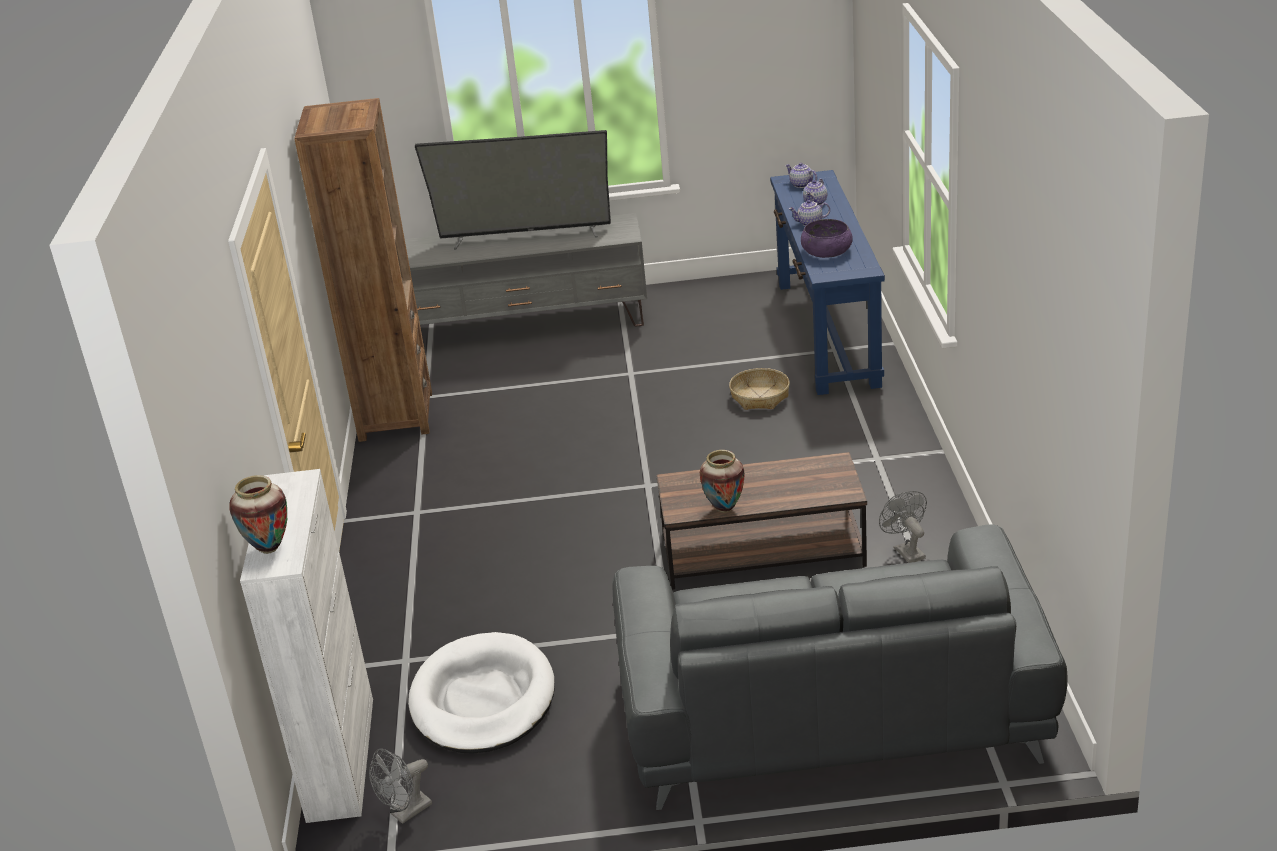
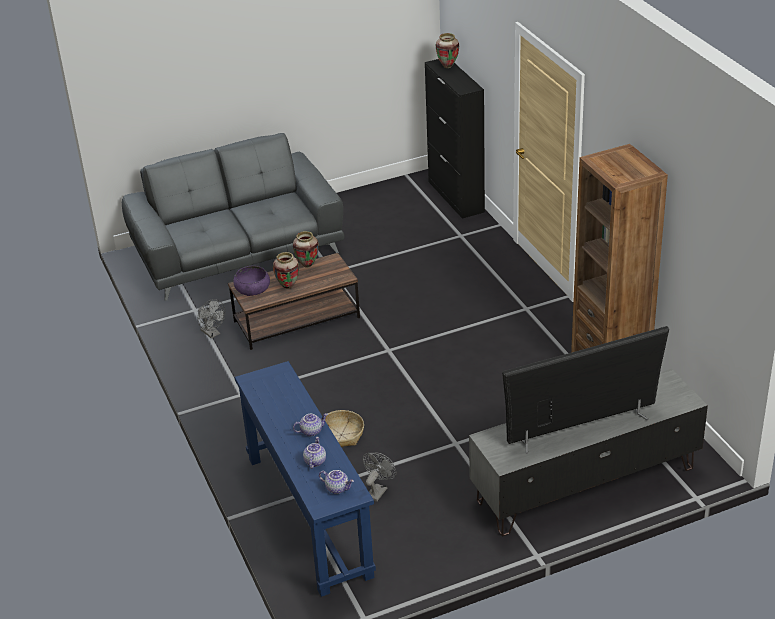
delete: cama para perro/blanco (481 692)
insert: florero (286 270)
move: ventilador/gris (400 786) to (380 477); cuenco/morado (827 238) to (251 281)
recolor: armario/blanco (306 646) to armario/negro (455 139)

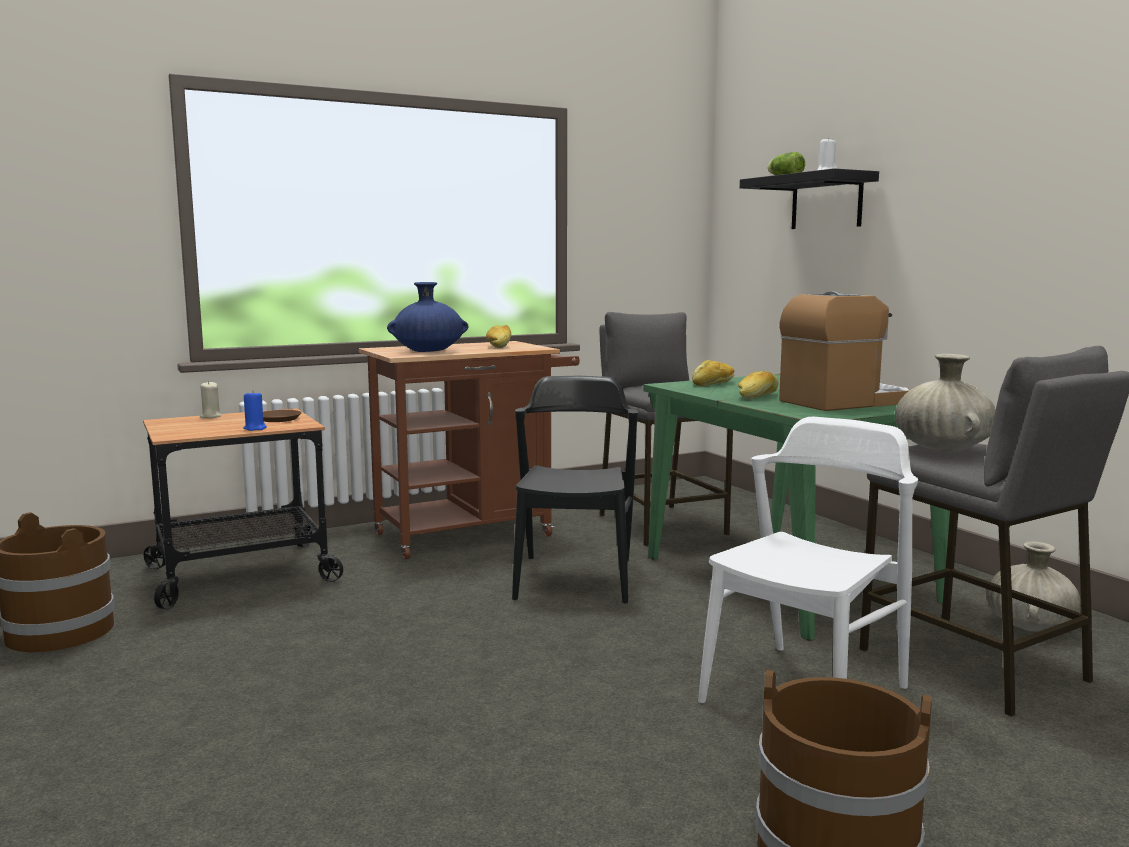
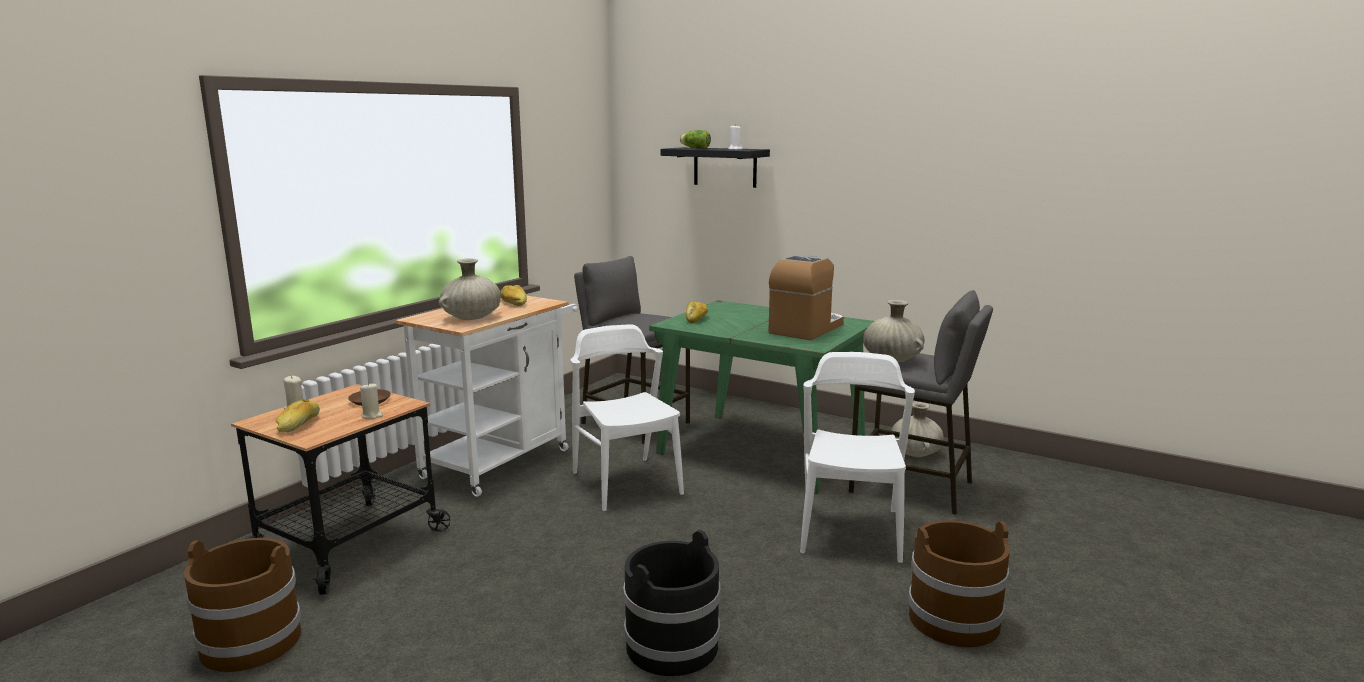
insert: cubo/negro (671 603)
move: pan (758 385) to (298 415)
recolor: vela/azul (255 410) to vela/beis (371 400); carrito/marrón (469 450) to carrito/blanco (487 396); florero/azul (427 317) to florero/beis (469 289); silla/negro (575 489) to silla/blanco (627 417)

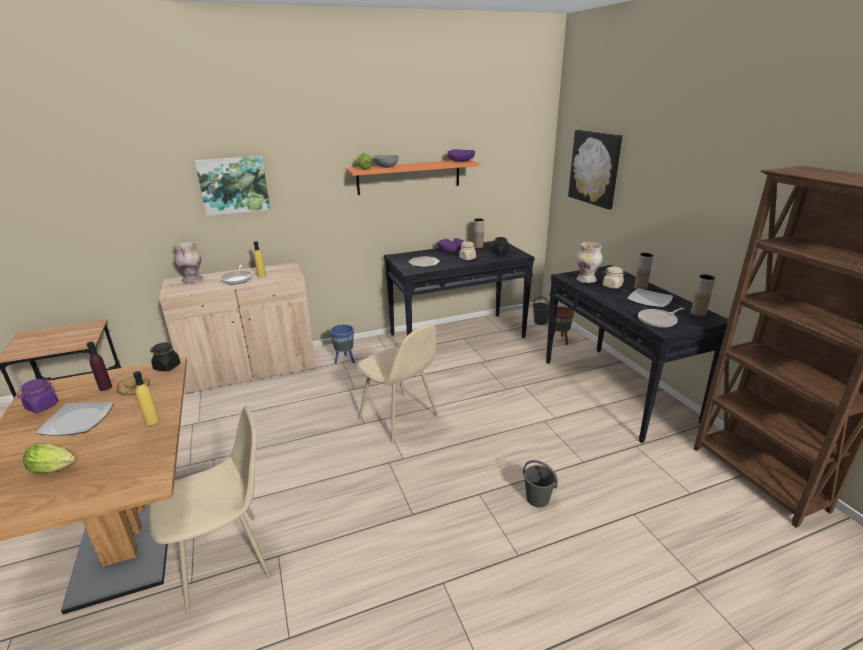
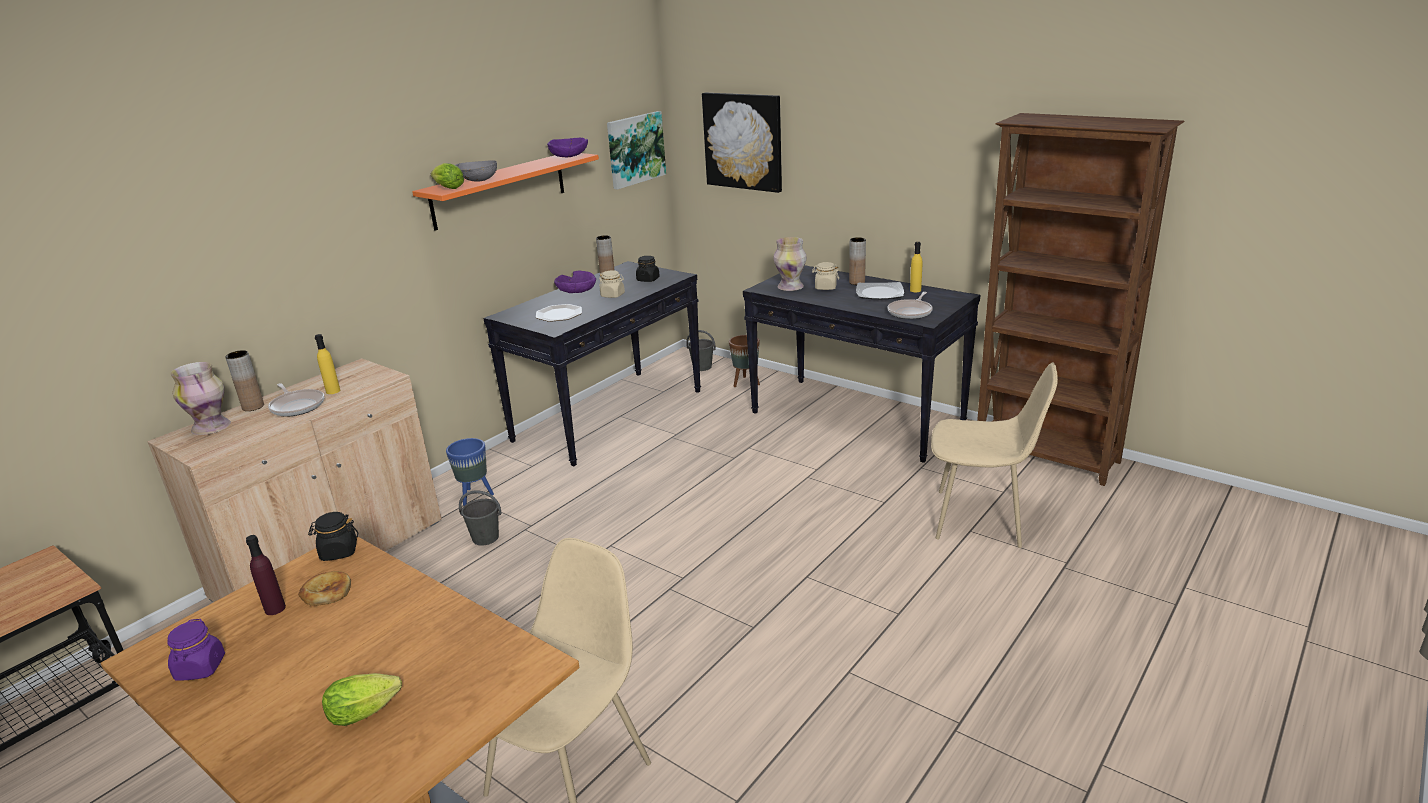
delete: plato (75 419)
move: botella/amarillo (146 398) to (916 267); cuadro (232 186) to (636 150); silla/beis (397 383) to (994 455); cubo/gris (540 484) to (480 518); florero/marrón (703 295) to (244 380)

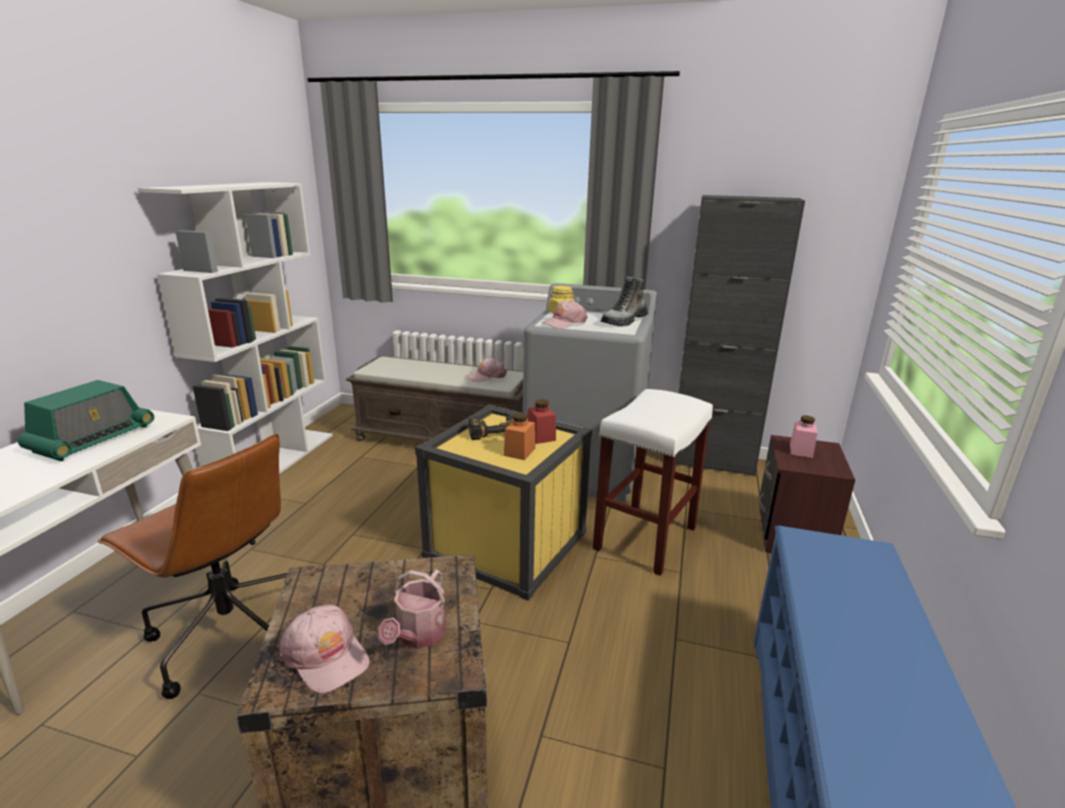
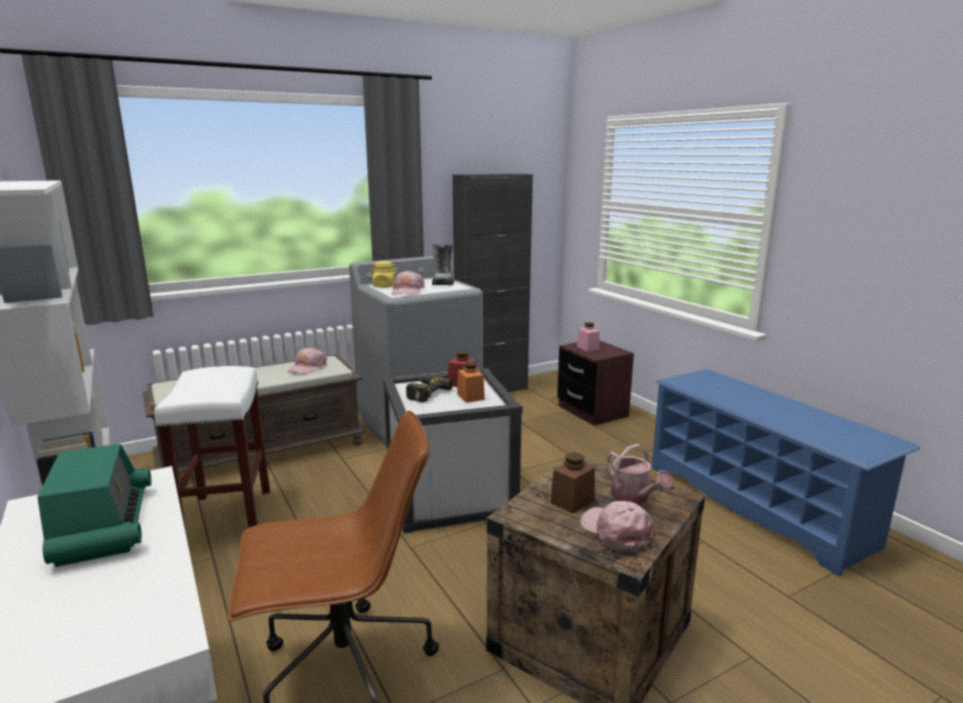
insert: tarro/marrón (573 483)
move: taburete/blanco (653 482) to (212 449)
recolor: caja de almacenaje/amarillo (503 502) to caja de almacenaje/blanco (452 450)
rotate: gorra/rosa (325 649) = (617 526) 120 degrees counterclockwise

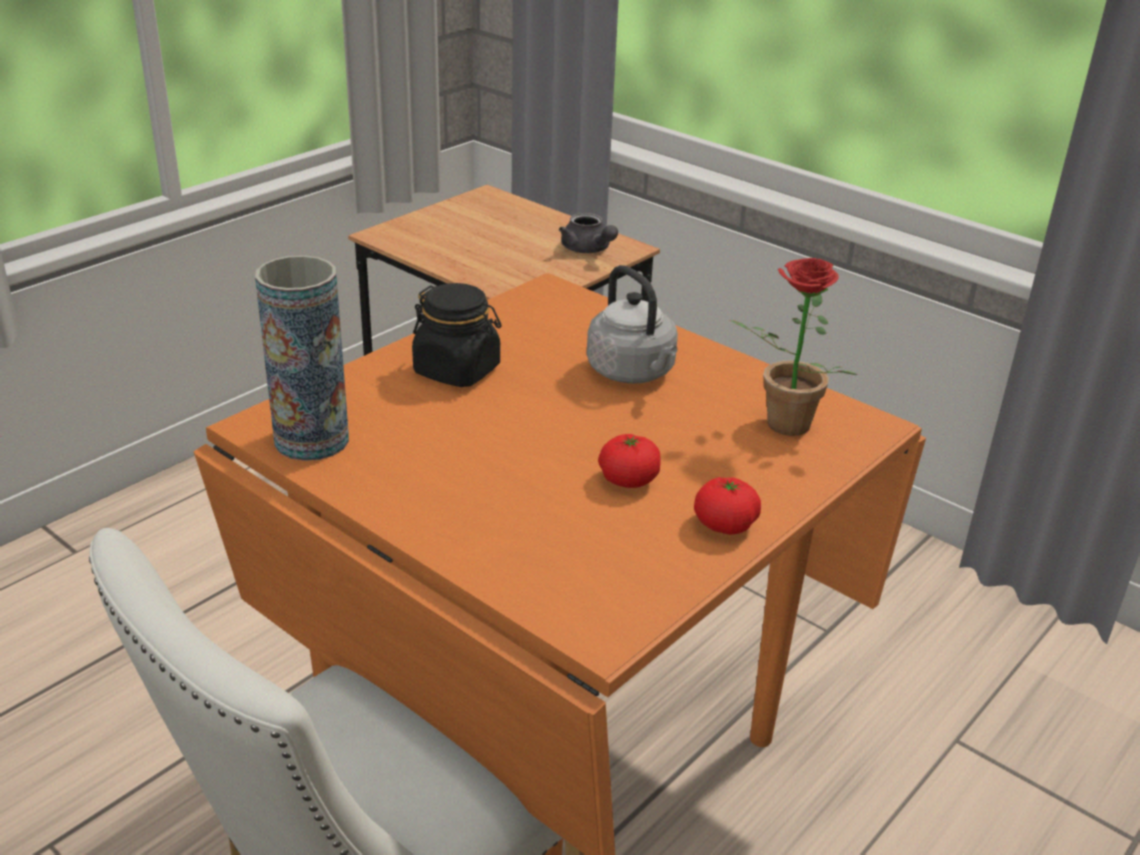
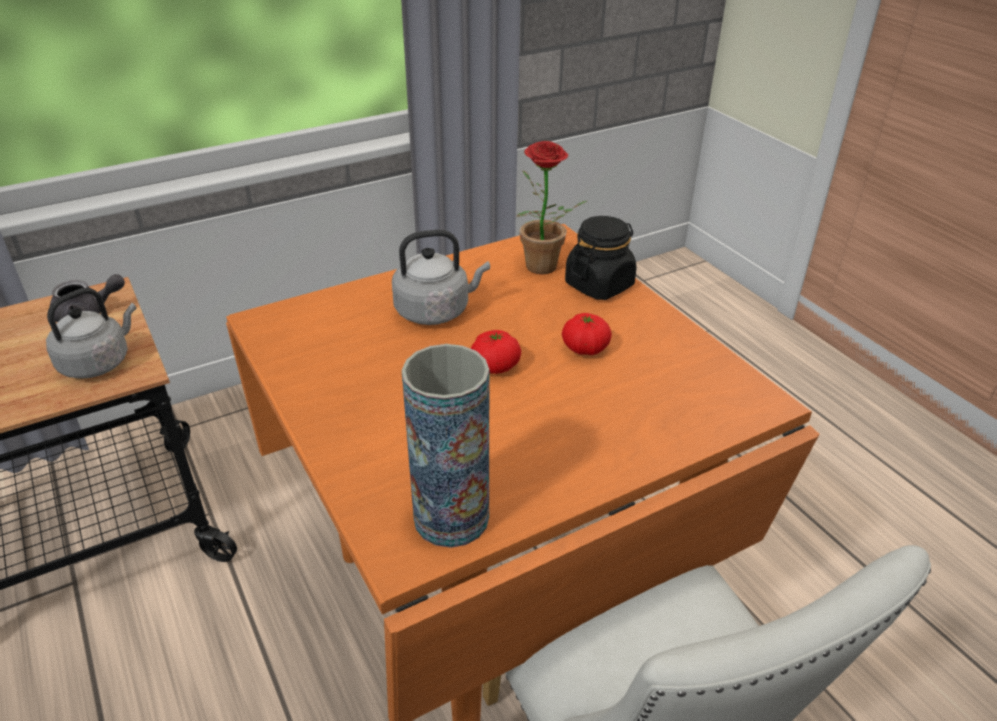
insert: hervidor/gris (91 333)
move: tarro/negro (457 335) to (601 258); tomate (727 506) to (496 352)

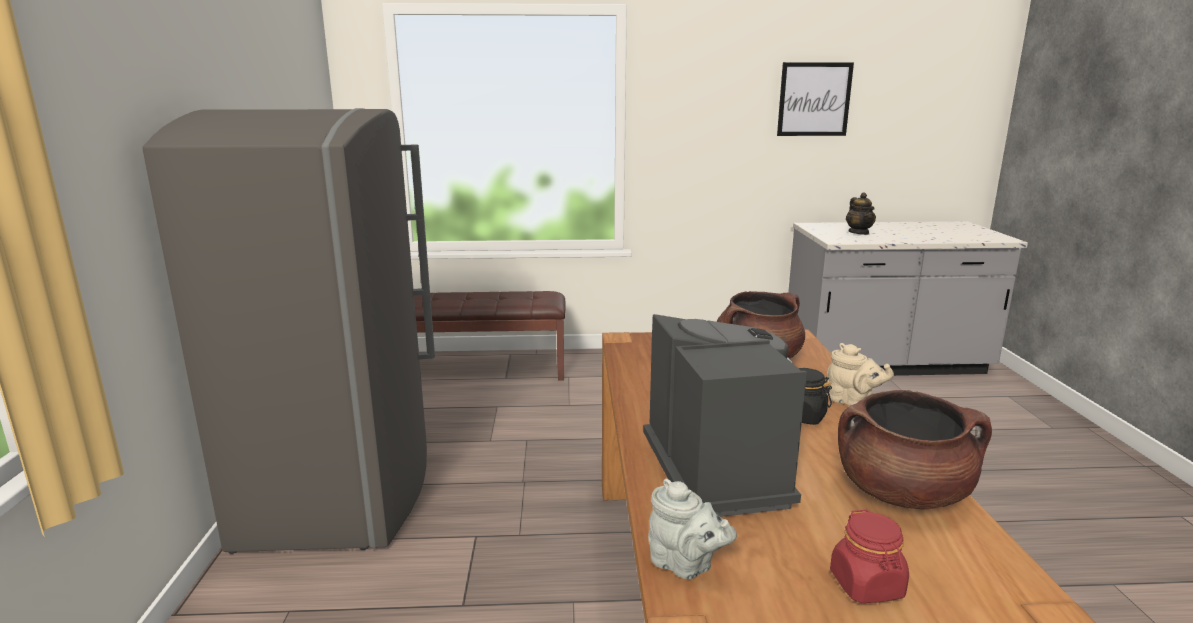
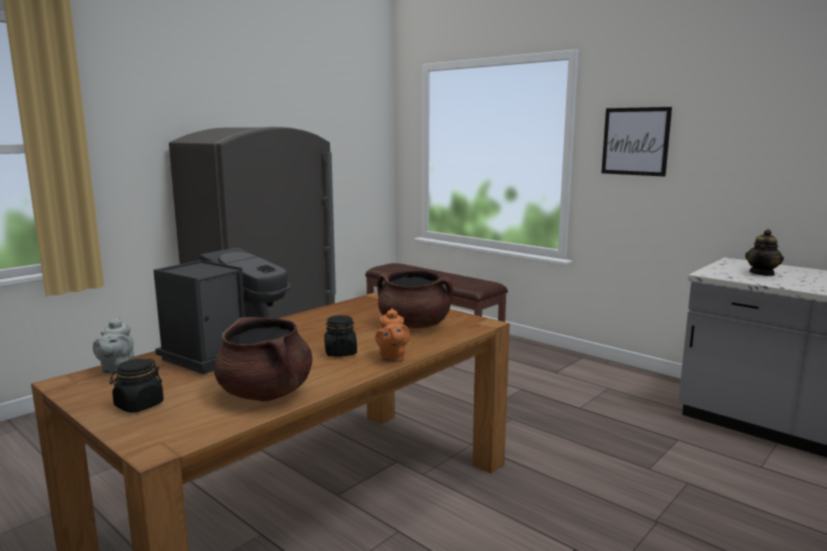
move: cuadro (815 99) to (636 142)
recolor: tetera/beis (860 374) to tetera/naranja (392 335); tarro/rojo (869 556) to tarro/negro (136 385)

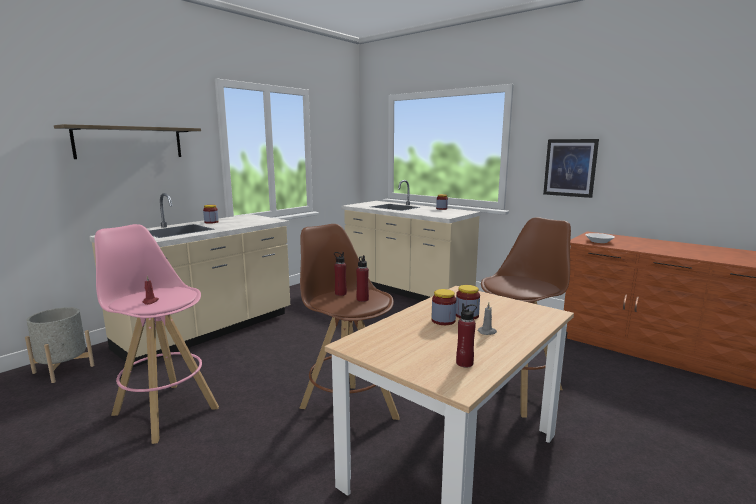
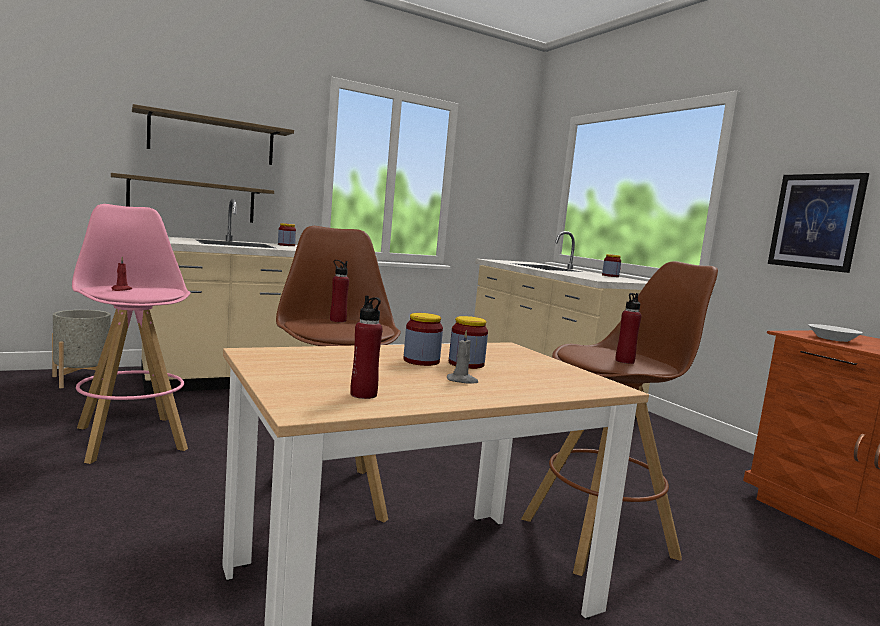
insert: estante (192 198)
move: botella/rojo (362 278) to (628 328)

